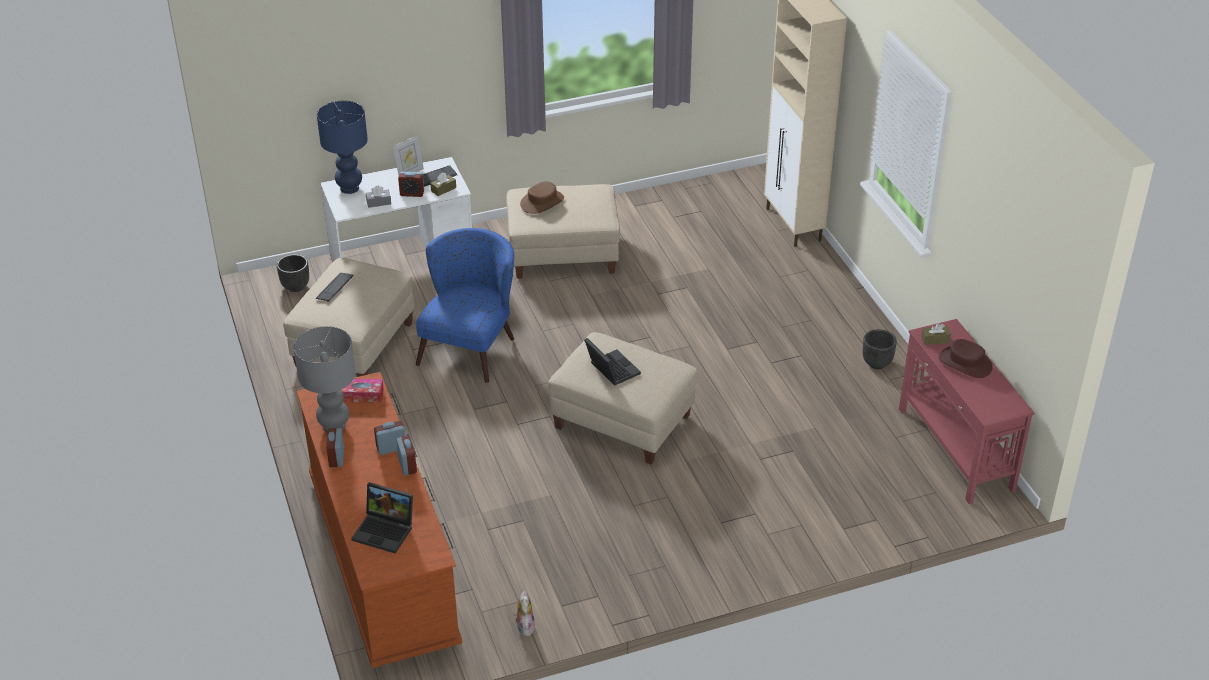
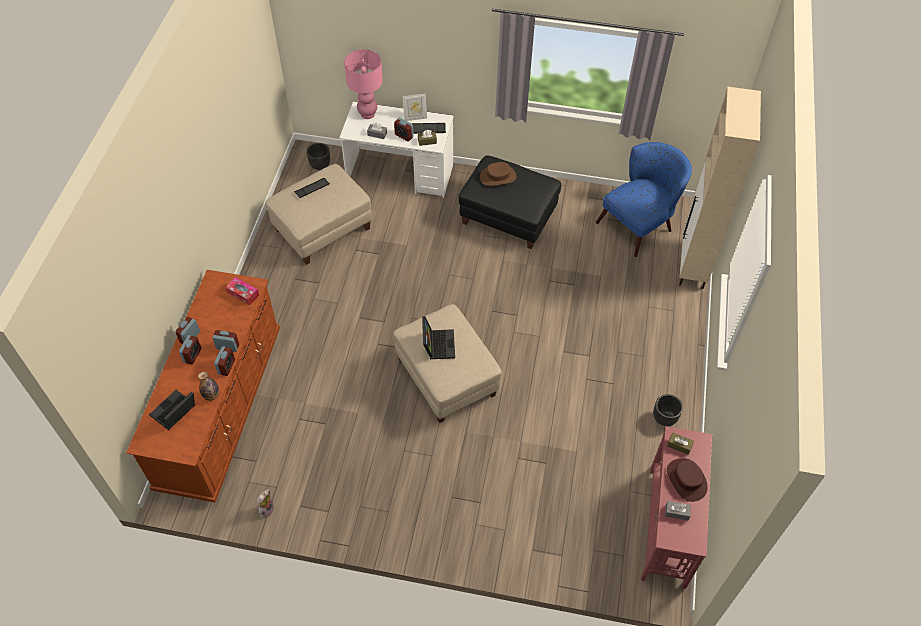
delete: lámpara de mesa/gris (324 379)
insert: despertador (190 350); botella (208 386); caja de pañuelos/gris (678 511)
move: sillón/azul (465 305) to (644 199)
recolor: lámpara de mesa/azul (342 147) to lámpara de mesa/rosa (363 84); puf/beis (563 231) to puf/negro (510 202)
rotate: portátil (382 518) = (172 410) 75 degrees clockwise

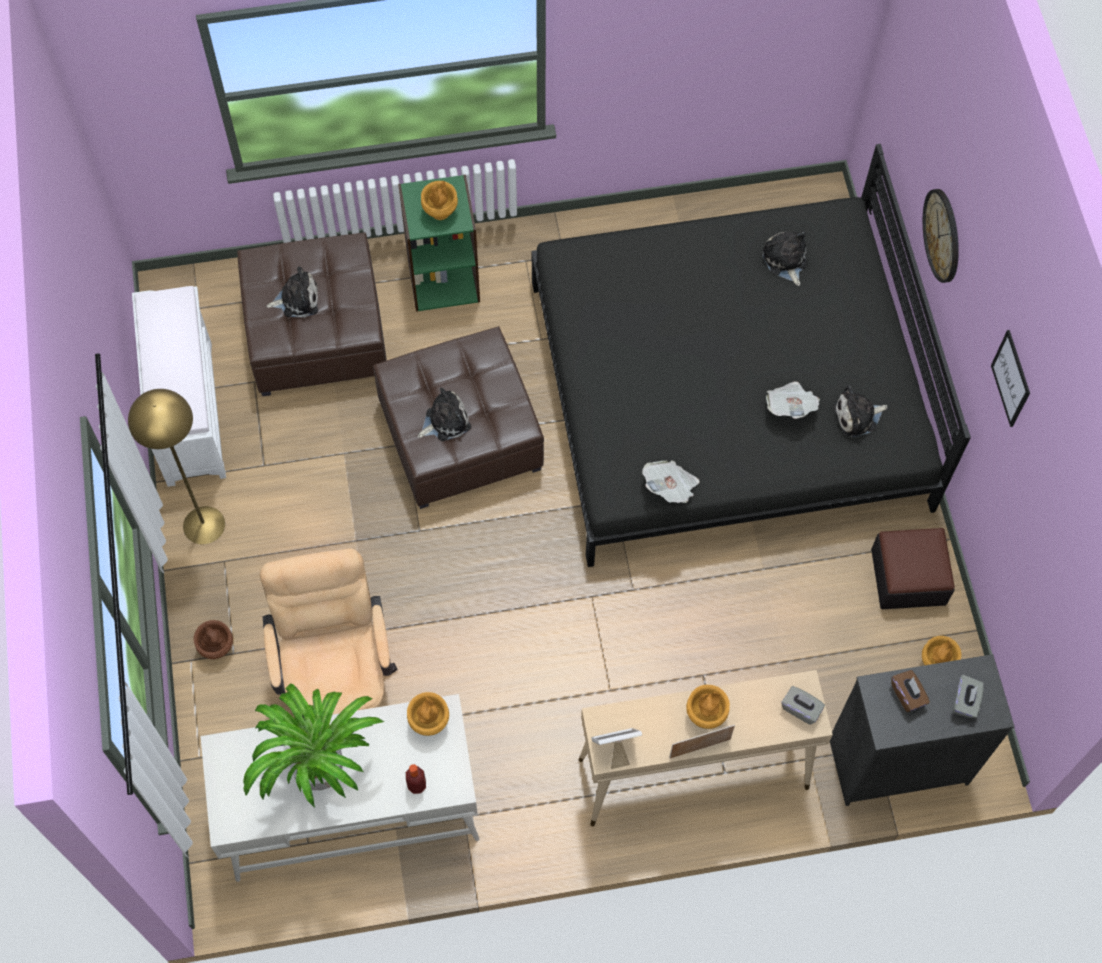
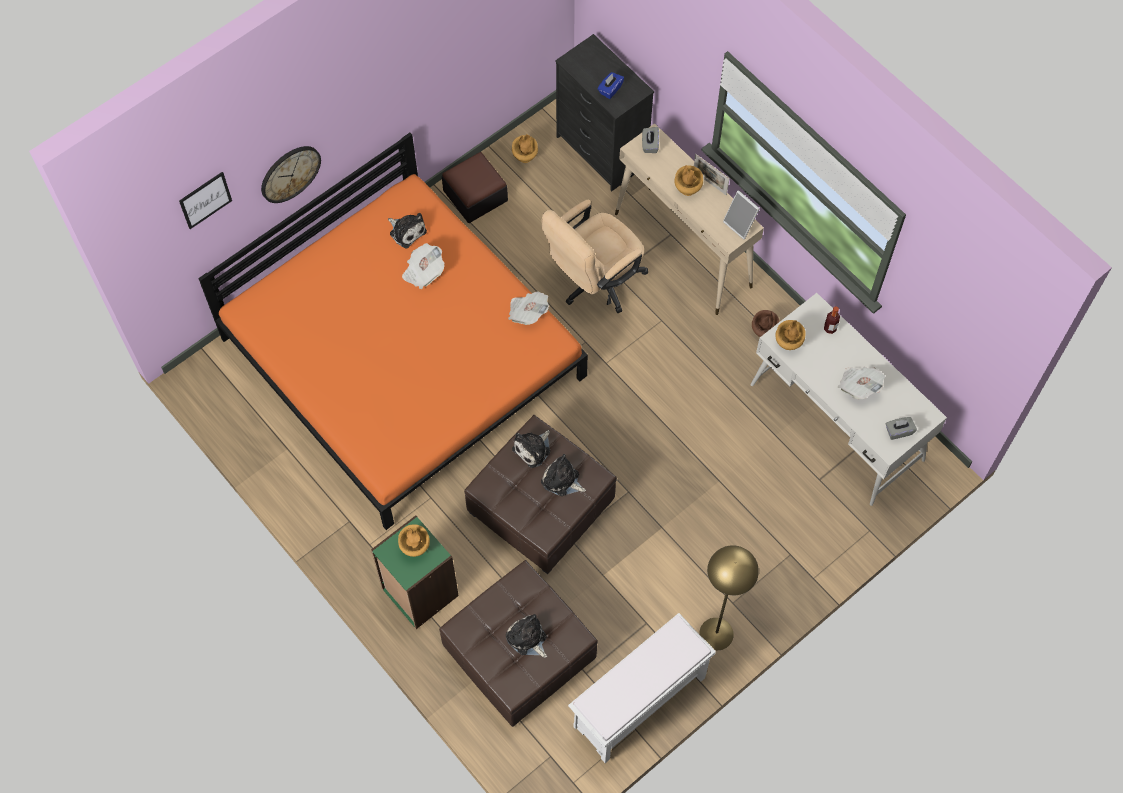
move: florero/marrón (213 639) to (766 323); silla de oficina/beis (329 631) to (594 257); peluche (785 258) to (531 449); caja de pañuelos/gris (968 696) to (901 428); cuadro (1010 378) to (205 200)
replace: planta en maceta (313 746) to periódico (861 383)
recolor: cama/negro (751 355) to cama/naranja (393 331); caja de pañuelos/marrón (910 691) to caja de pañuelos/azul (610 85)

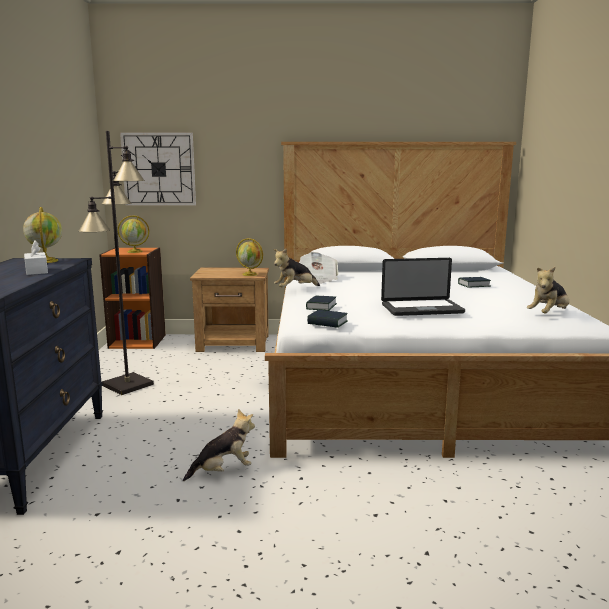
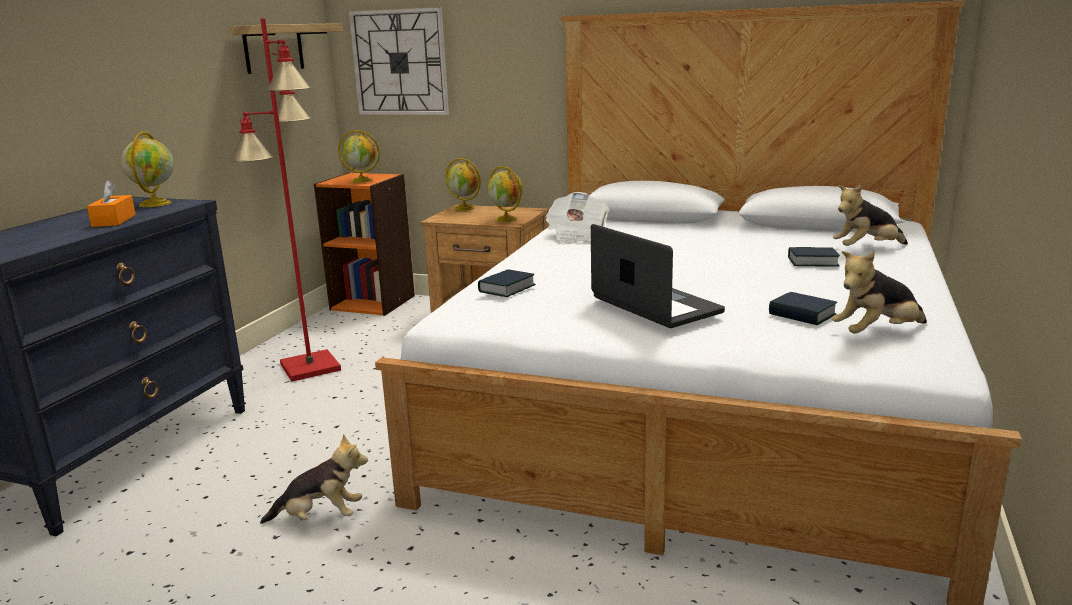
insert: estante (286 48); globo terráqueo (463 184)
move: peluche (296 268) to (870 215); libro (327 319) to (803 308)
recolor: caja de pañuelos/blanco (36 257) to caja de pañuelos/naranja (111 203); lámpara de pie/negro (116 263) to lámpara de pie/rojo (285 200)
rotate: portátil (423 287) = (658 276) 135 degrees counterclockwise

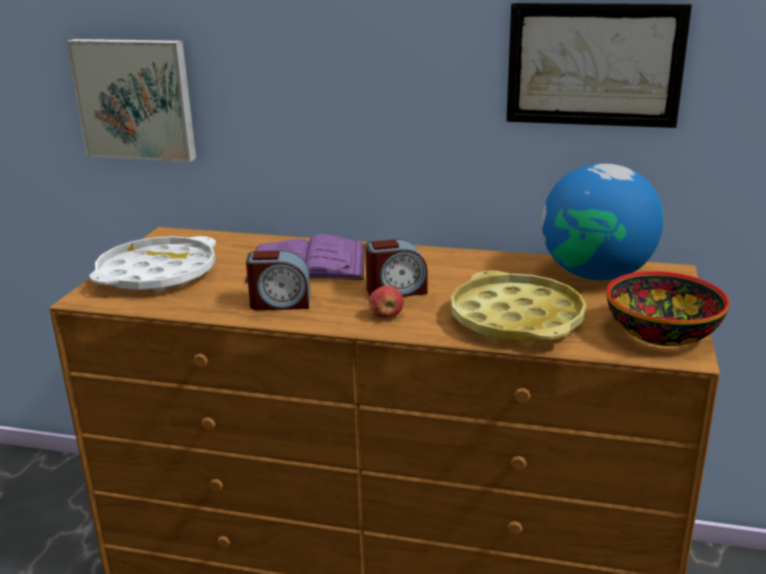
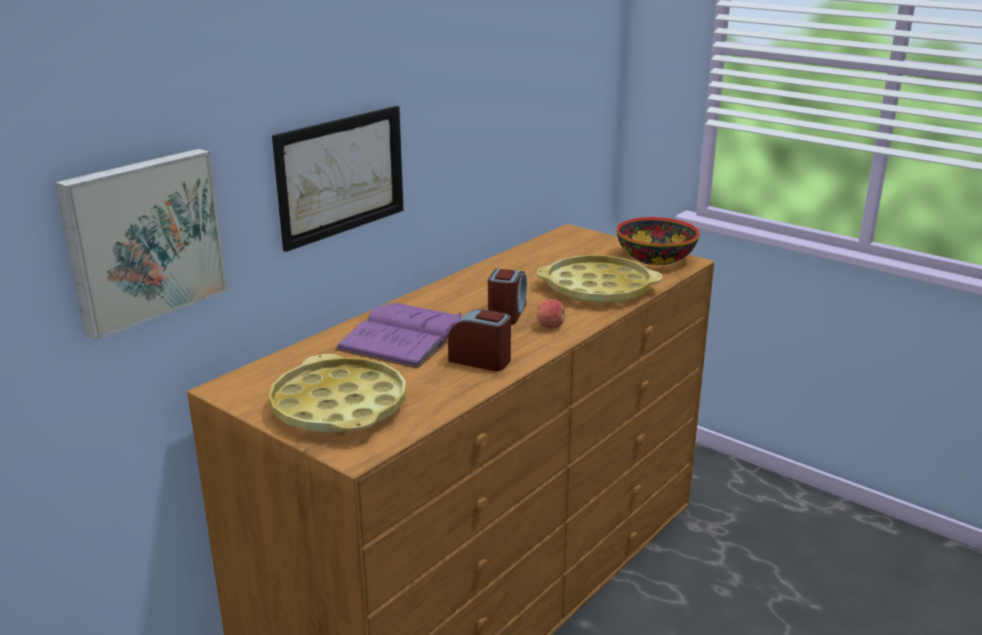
delete: globo terráqueo (603 221)
move: cuadro (599 65) to (338 179)
recolor: bandeja/blanco (152 263) to bandeja/amarillo (337 393)
rotate: despertador (278 280) = (479 340) 90 degrees counterclockwise

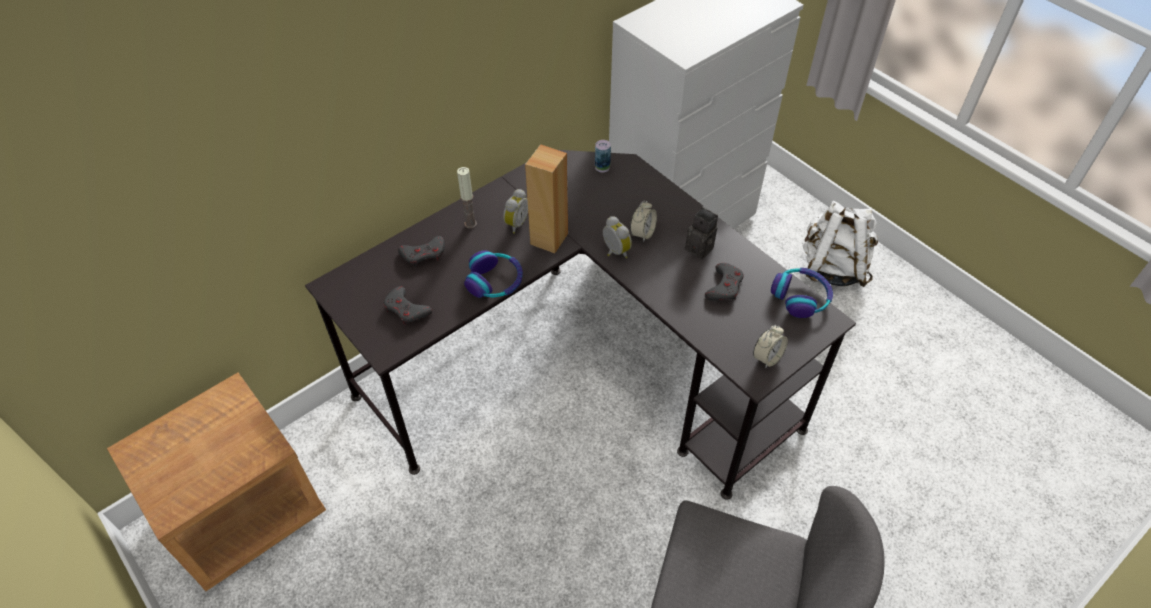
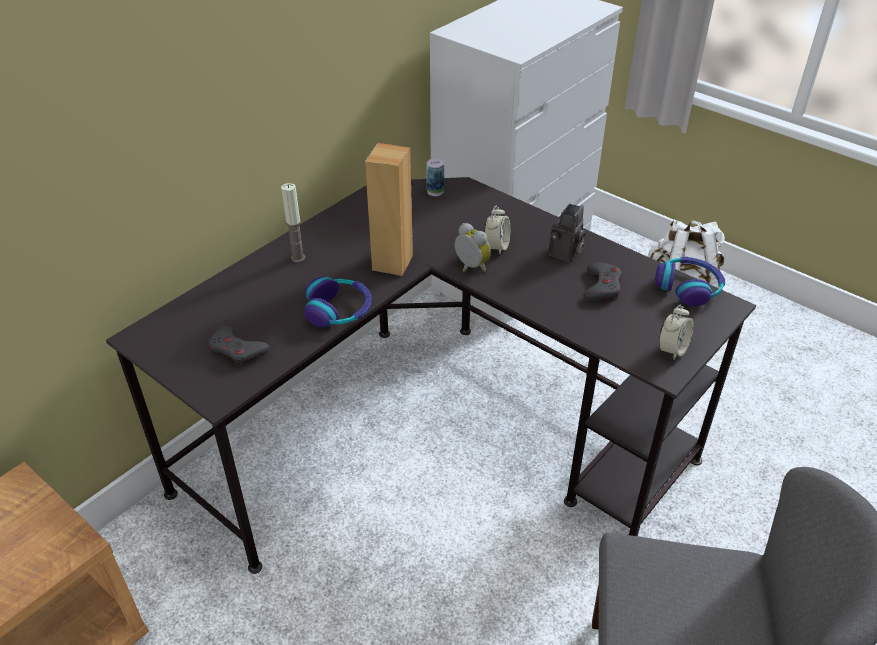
delete: mando de consola/gris (421 251); despertador (515 211)
rotate: cámara (701 232) = (567 232) 90 degrees clockwise

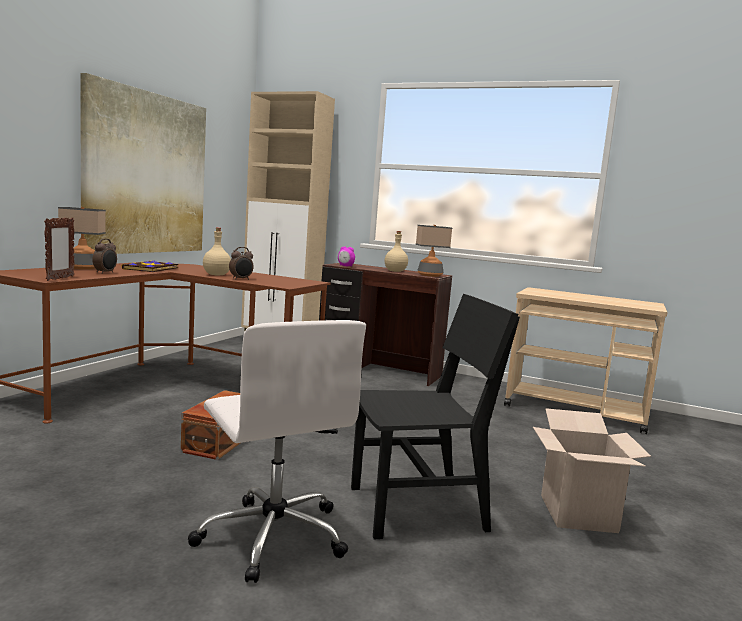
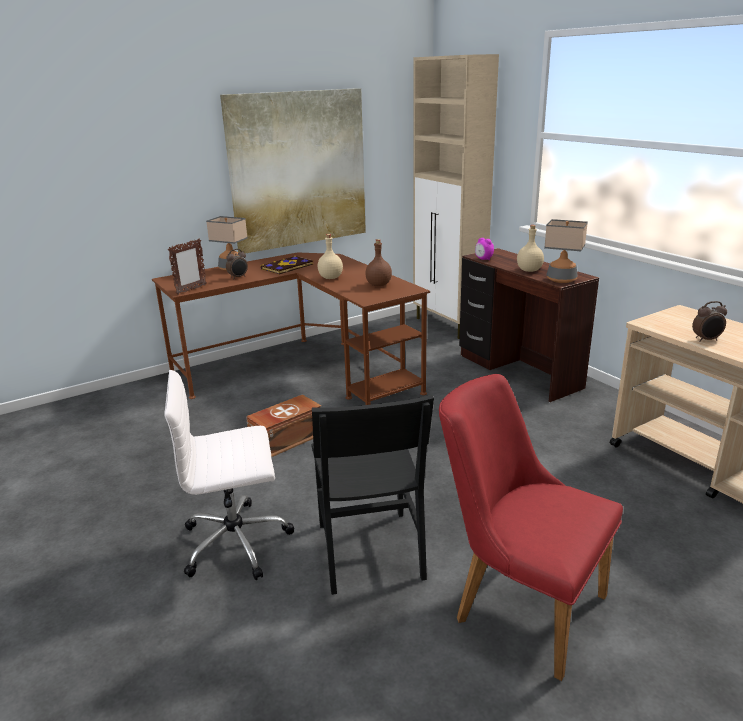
insert: botella/marrón (378 262)
move: despertador (241 263) to (709 321)
replace: caja de cartón (592 470) to silla/rojo (531 527)
rotate: silla de oficina/blanco (277 451) = (229 475) 75 degrees clockwise; silla/negro (435 416) = (372 495) 60 degrees clockwise

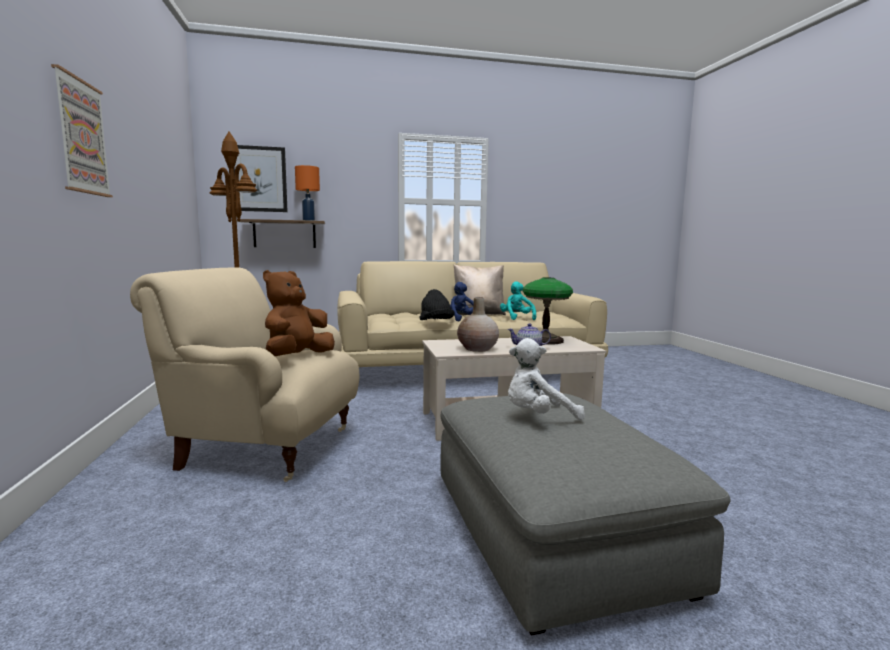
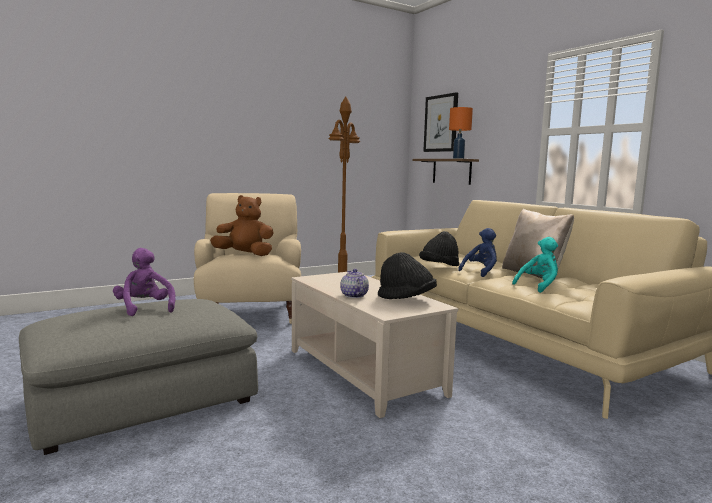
delete: cuadro (82 130); florero/beis (478 324)
replace: lámpara de mesa (548 311) to sombrero/negro (407 275)
recolor: peluche/blanco (546 379) to peluche/morado (144 282)

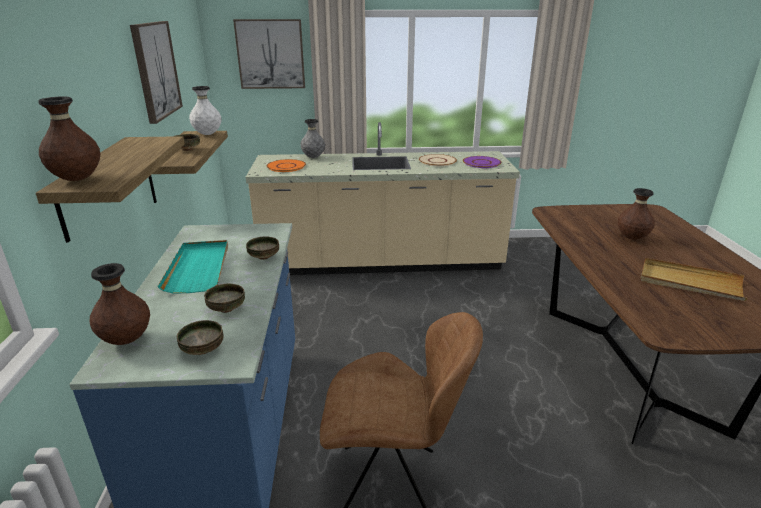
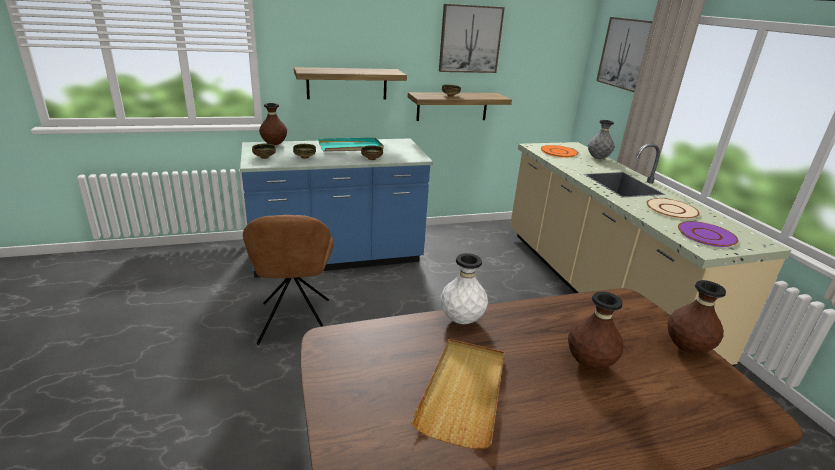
move: florero/marrón (69 138) to (697 317); florero/blanco (205 110) to (464 288)

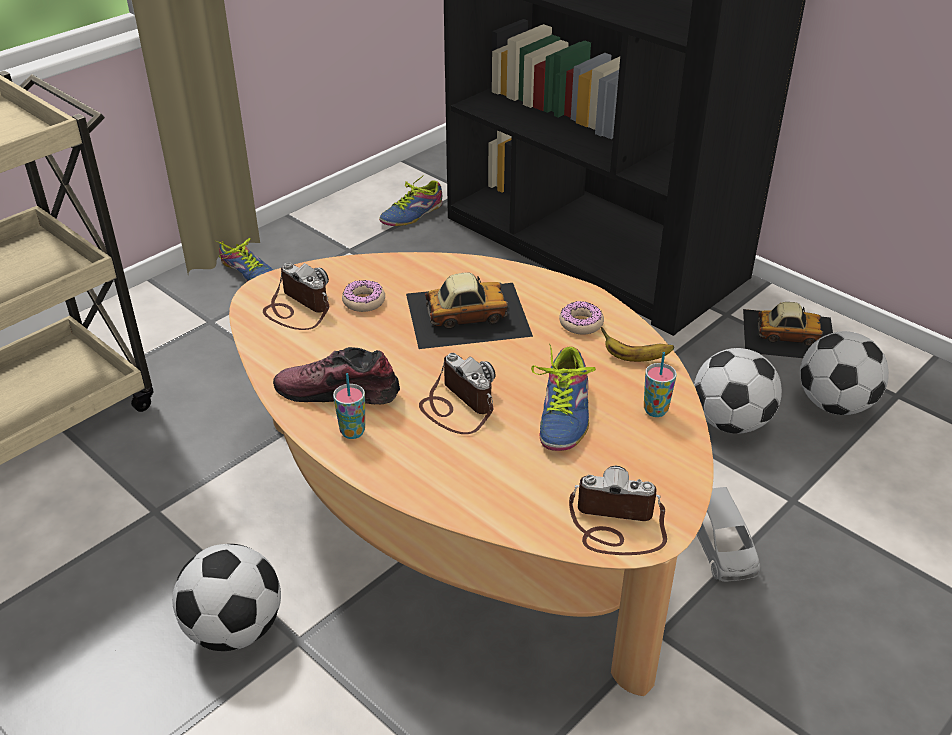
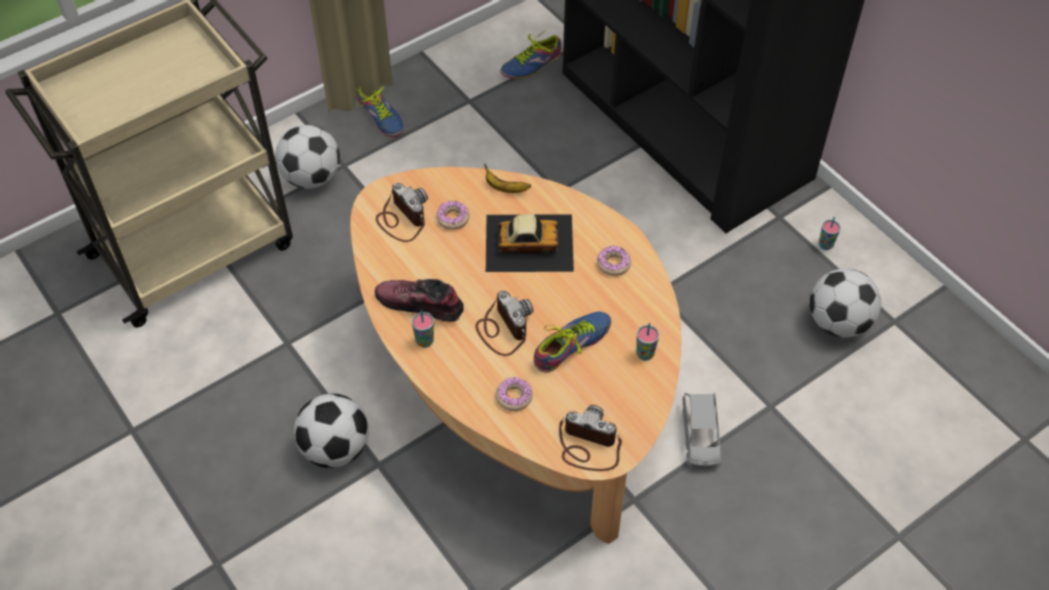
insert: rosquilla (514 394)
move: plátano (637 344) to (507 178); balón de fútbol (738 391) to (307 157)
replace: coche de juguete (788 330) to taza (830 233)
rotate: zapato (563 397) = (573 342) 150 degrees counterclockwise

